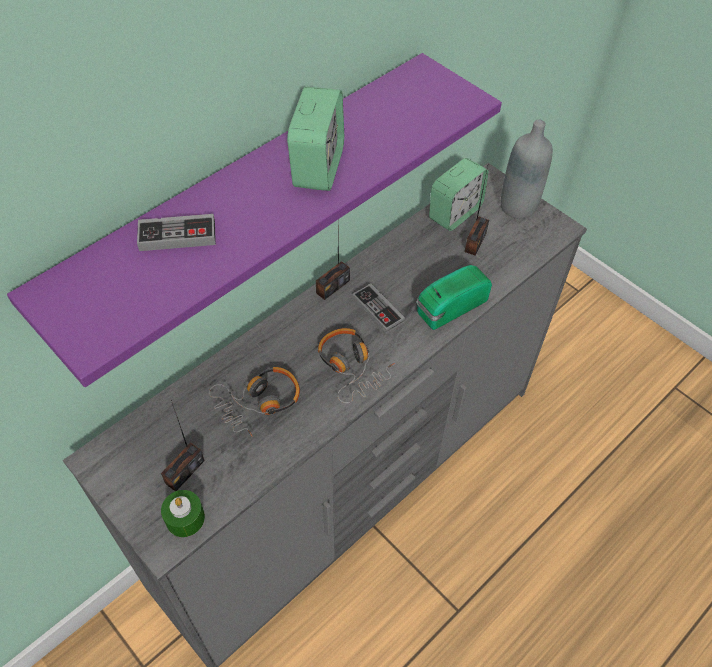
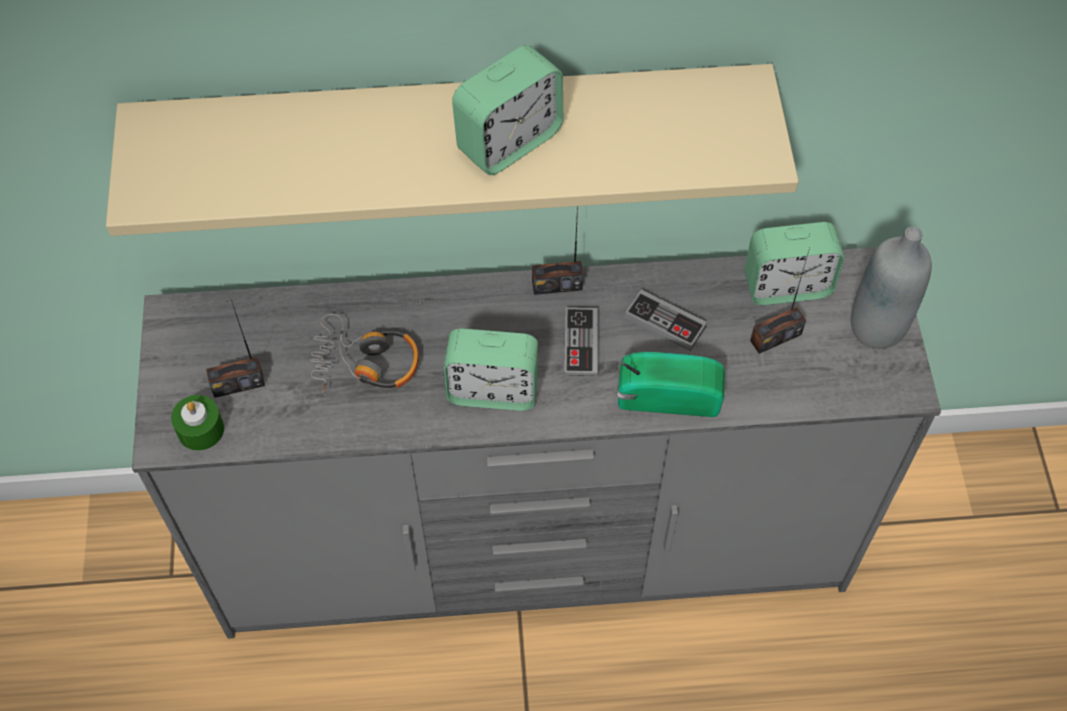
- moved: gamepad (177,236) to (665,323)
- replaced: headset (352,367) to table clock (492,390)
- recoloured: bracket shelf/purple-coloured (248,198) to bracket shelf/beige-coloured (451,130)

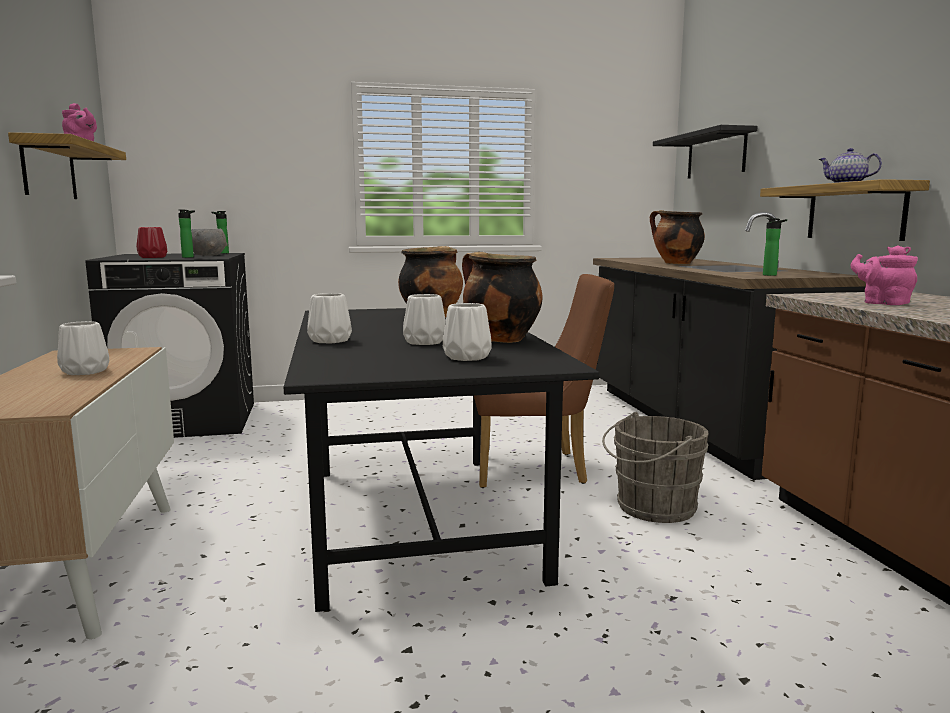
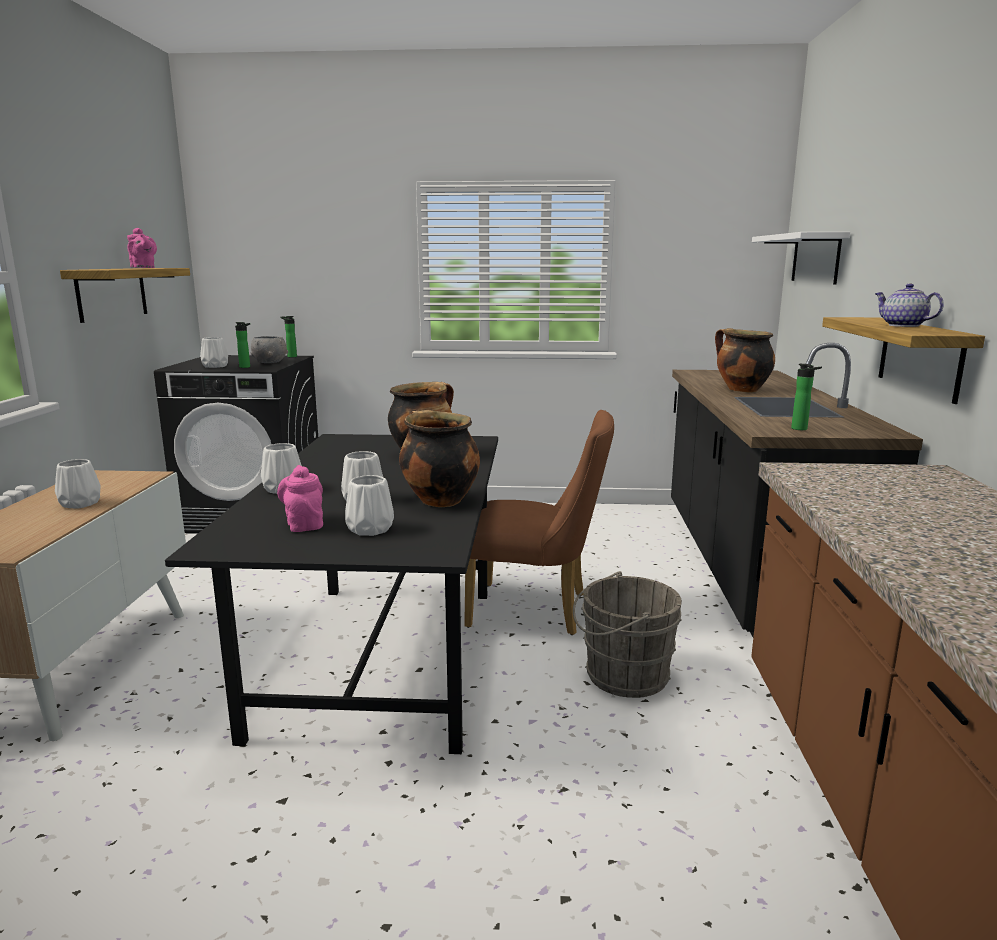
- moved: pot for tea/pink (882,303) to (304,524)
- recoloured: vase/reddish (153,257) to vase/white (216,366)
- recoloured: bracket shelf/black (716,155) to bracket shelf/white (815,258)

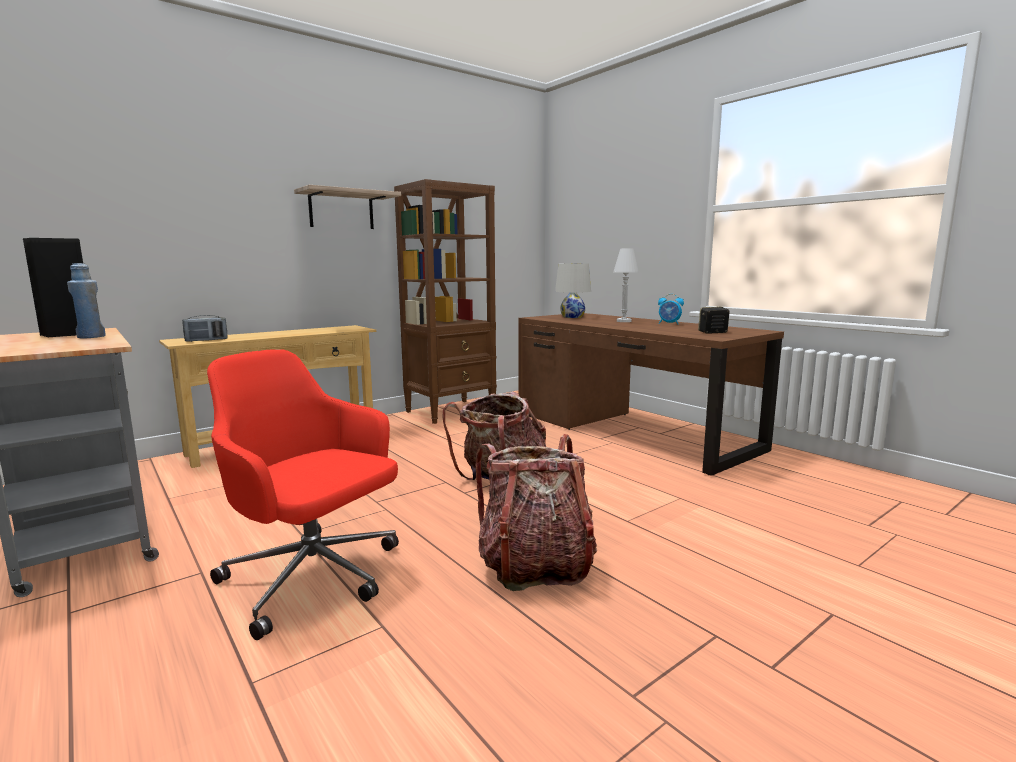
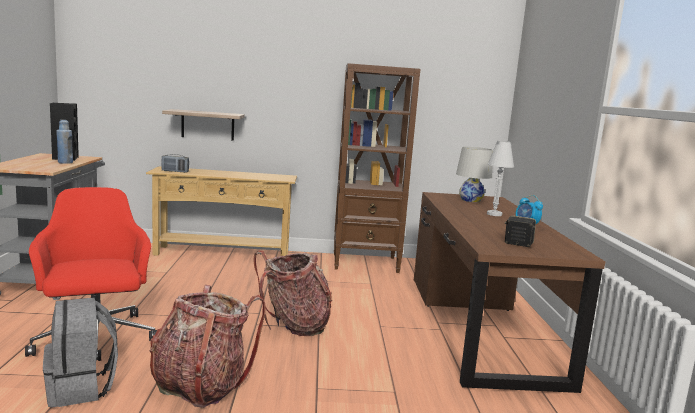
- added: backpack/greyish (81,388)
- moved: bracket shelf (341,210) to (208,125)

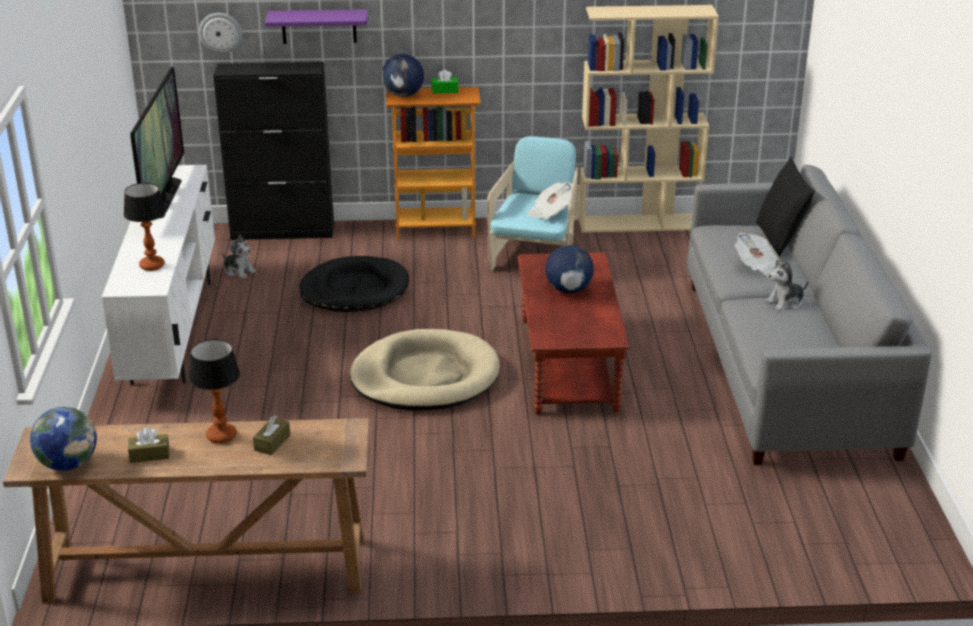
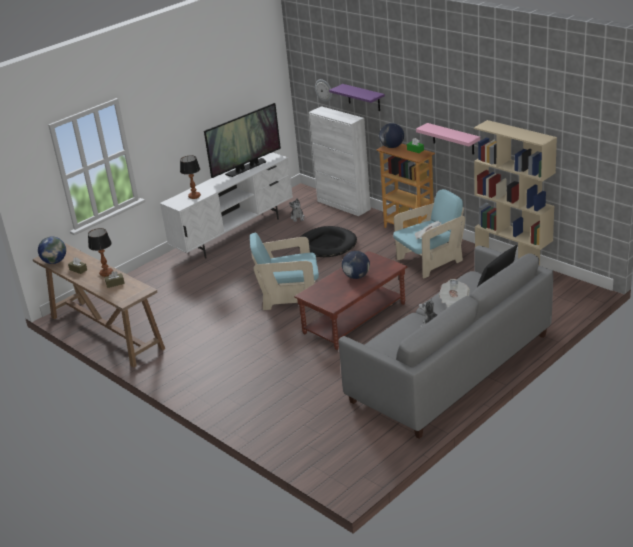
- added: bracket shelf/pink (453,139)
- replaced: pet bed/beige-coloured (425,377) to easy chair/turquoise (289,296)
- recoloured: cabinet/black (283,231) to cabinet/white (343,205)

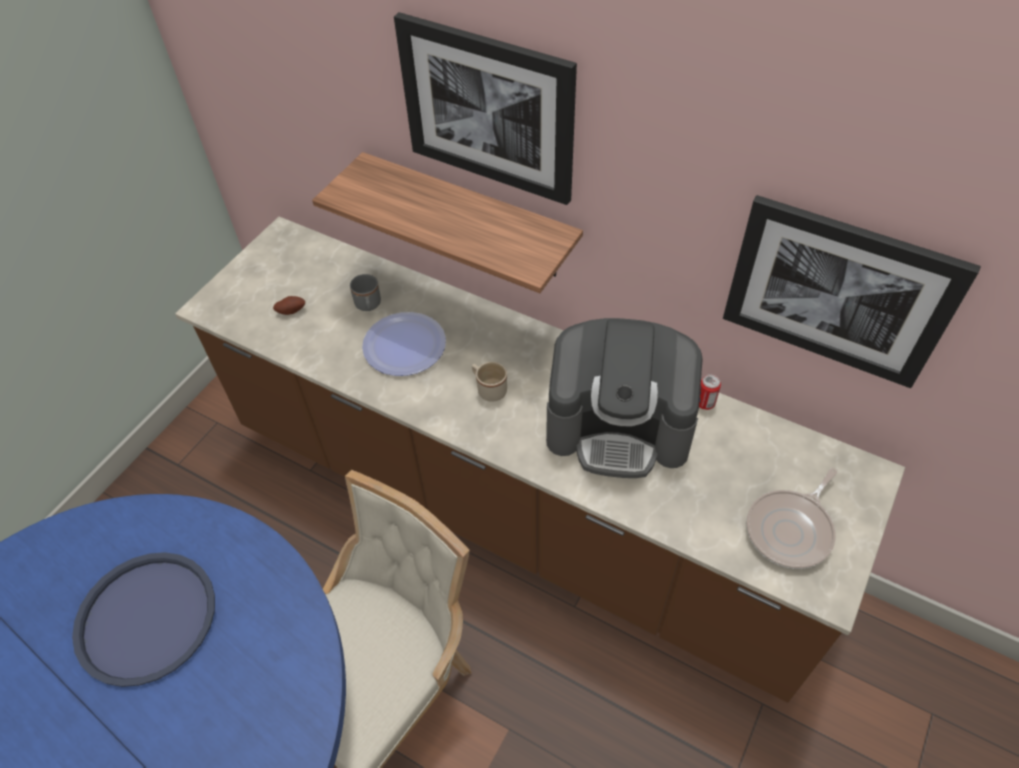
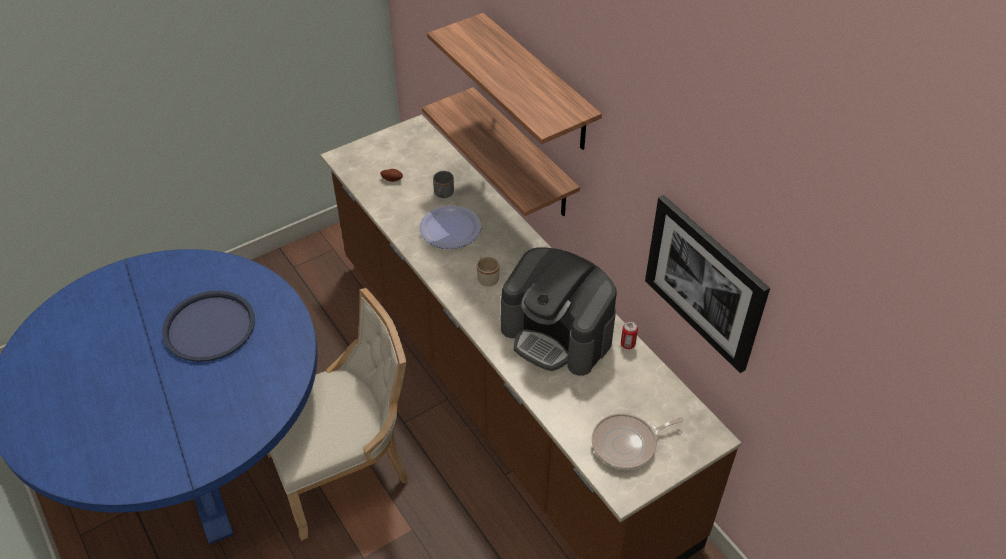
- replaced: wall picture (488,109) to bracket shelf (538,84)

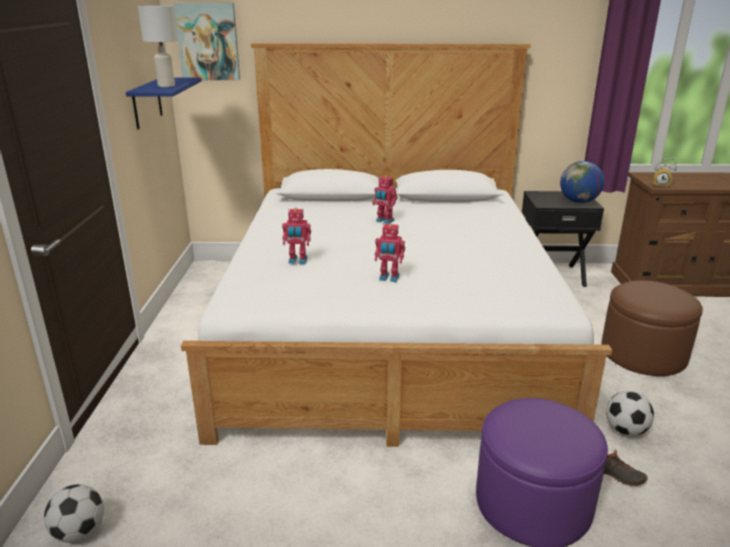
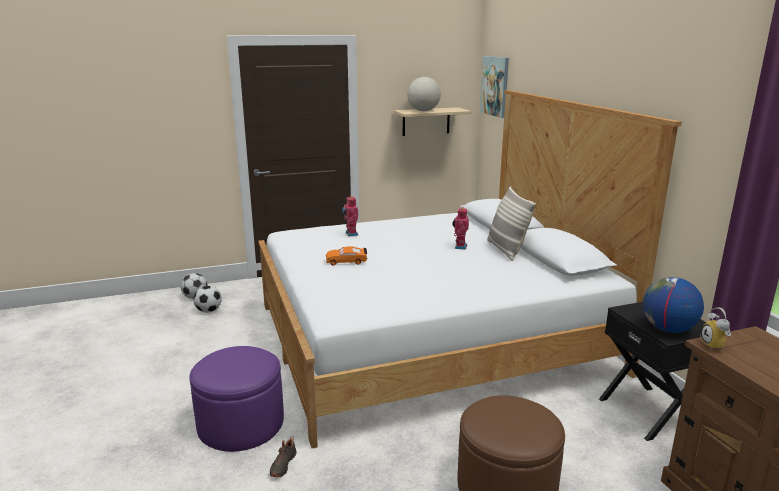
- added: pillow (506,250)
- moved: football (625,430) to (209,311)
- replaced: lamp for a table/white (166,86) to desk globe (423,111)
- replaced: model robot (389,278) to toy car/orangey (346,261)
- recoloured: bracket shelf/blue-coloured (147,103) to bracket shelf/beige-coloured (426,121)

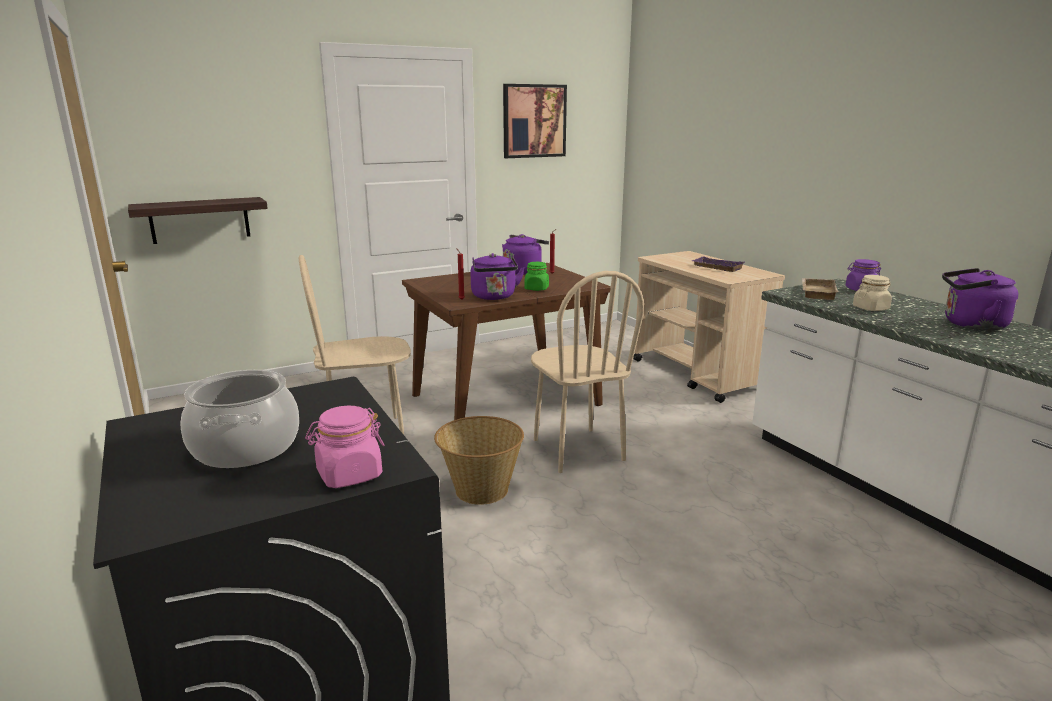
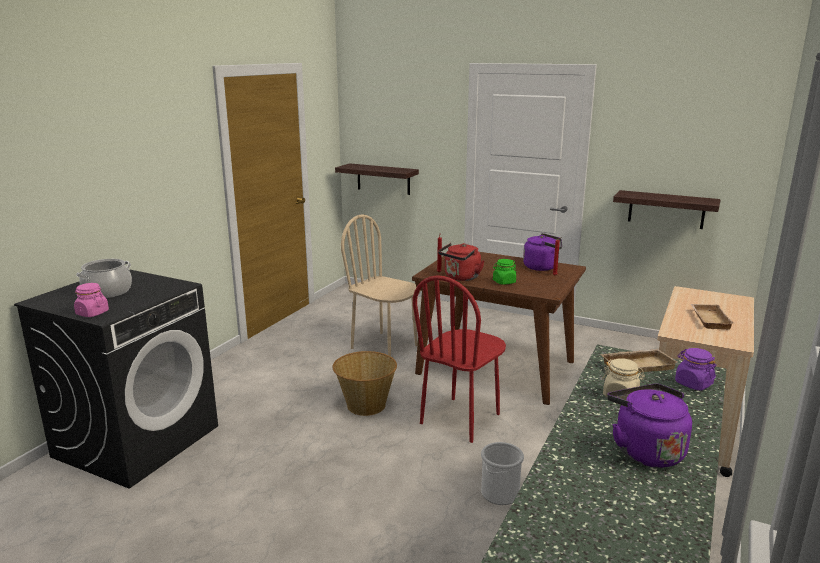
- removed: wall picture (534,121)
- added: water bucket (500,494)
- added: bracket shelf (666,209)
- recoloured: tea kettle/purple-coloured (494,297) to tea kettle/reddish (461,278)
- recoloured: plain chair/beige-coloured (577,450) to plain chair/reddish (460,419)
- recoloured: carrying tray/purple-coloured (716,267) to carrying tray/beige-coloured (708,319)

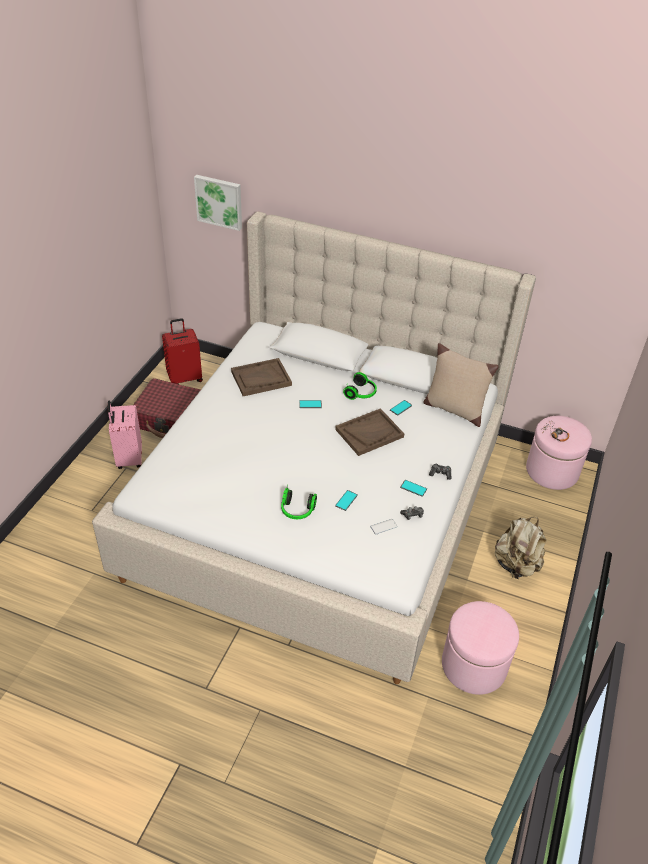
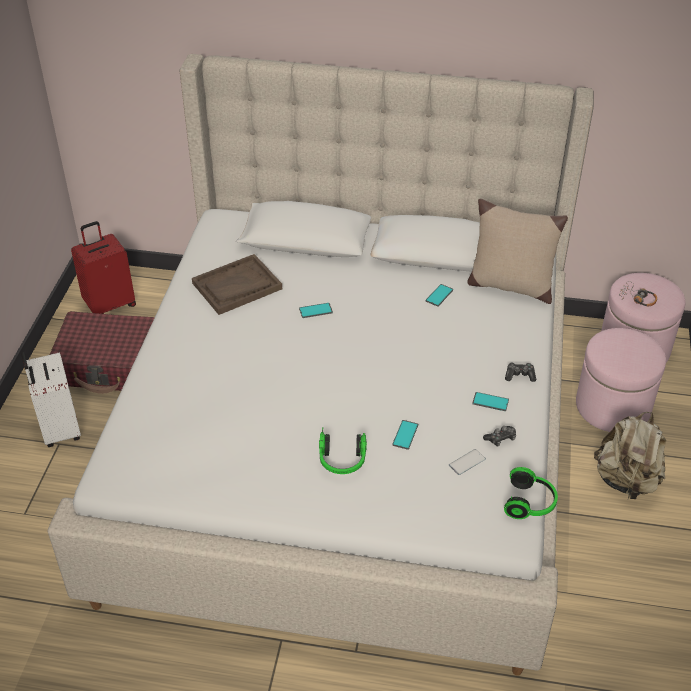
- removed: wall picture (219,201)
- removed: carrying tray/brown-coloured (369,433)
- moved: headset (361,393) to (530,503)
- moved: ottoman/pink (474,665) to (612,406)
- recoloured: suitcase/pink (128,458) to suitcase/white (59,430)

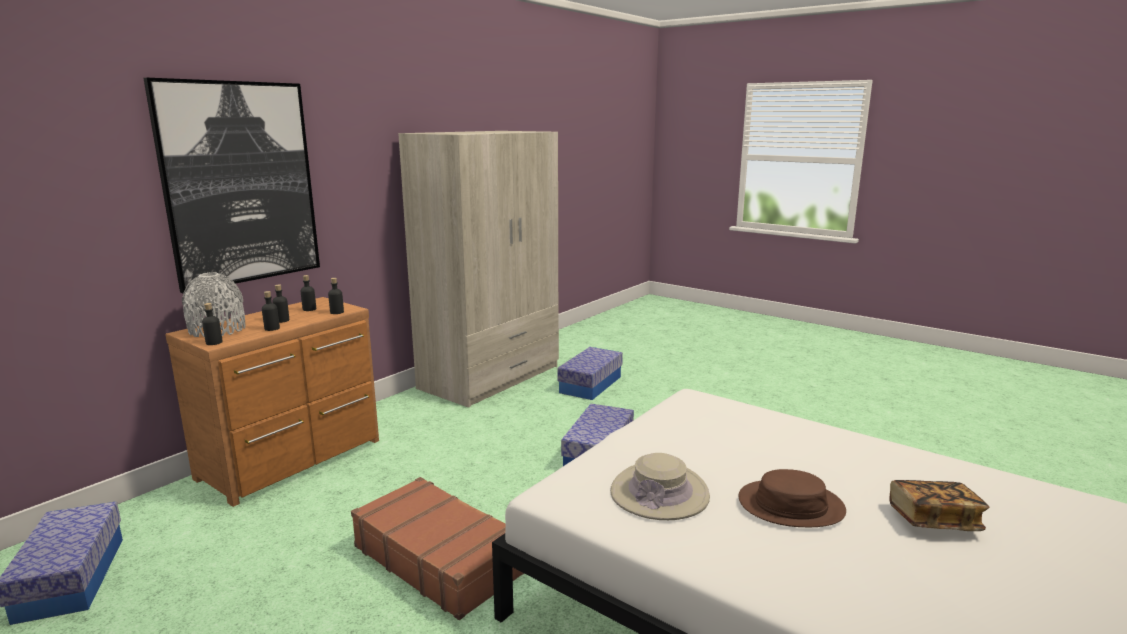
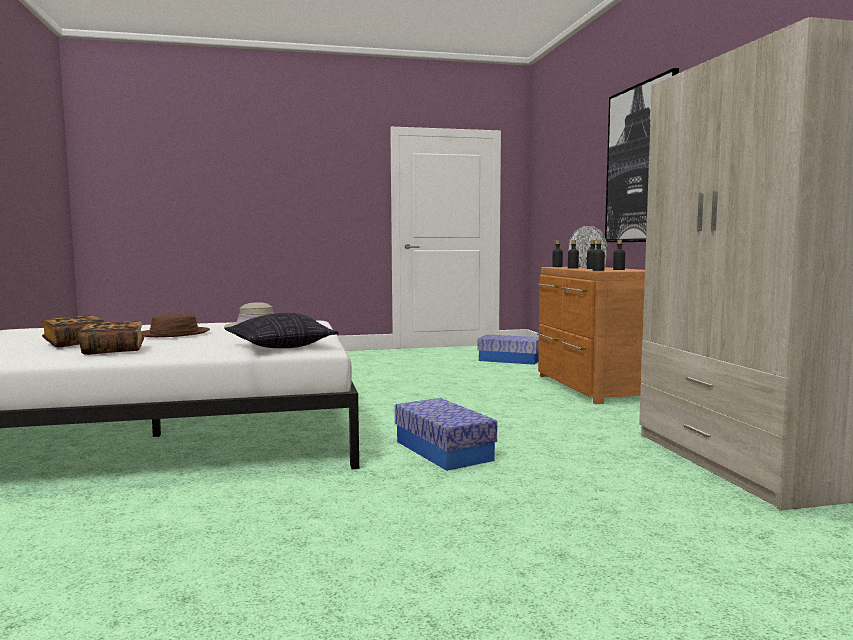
- removed: suitcase/brown-coloured (439,558)
- removed: storage container (590,384)
- added: book (113,351)
- added: pillow (280,347)

